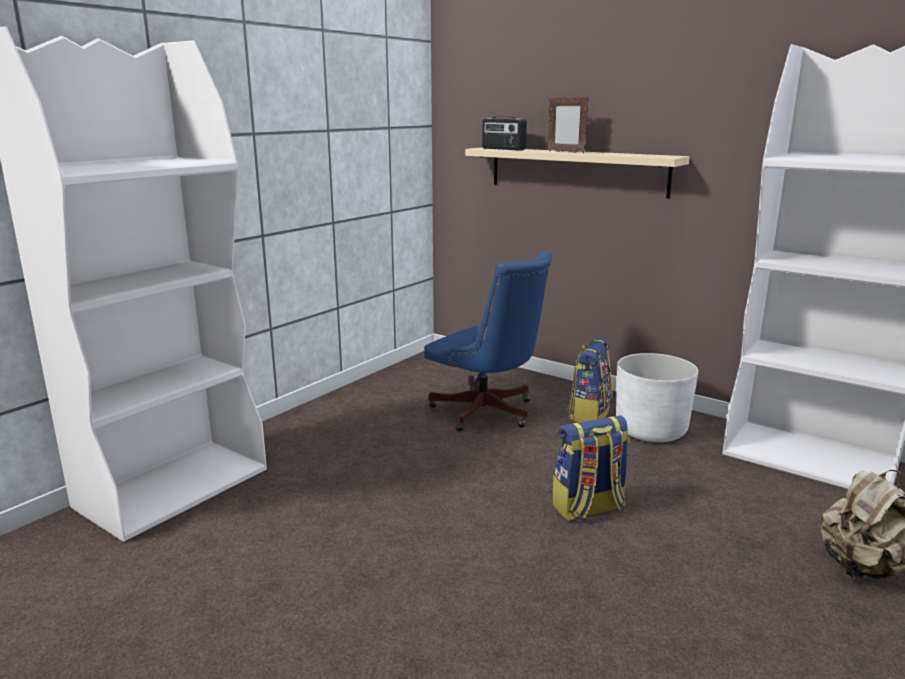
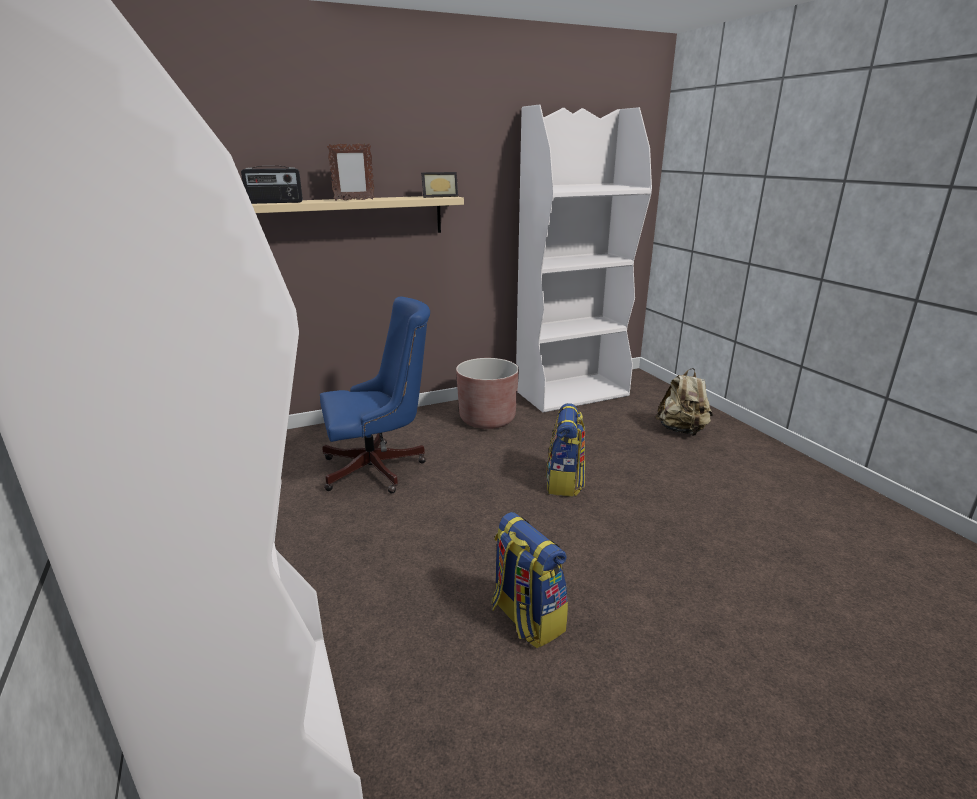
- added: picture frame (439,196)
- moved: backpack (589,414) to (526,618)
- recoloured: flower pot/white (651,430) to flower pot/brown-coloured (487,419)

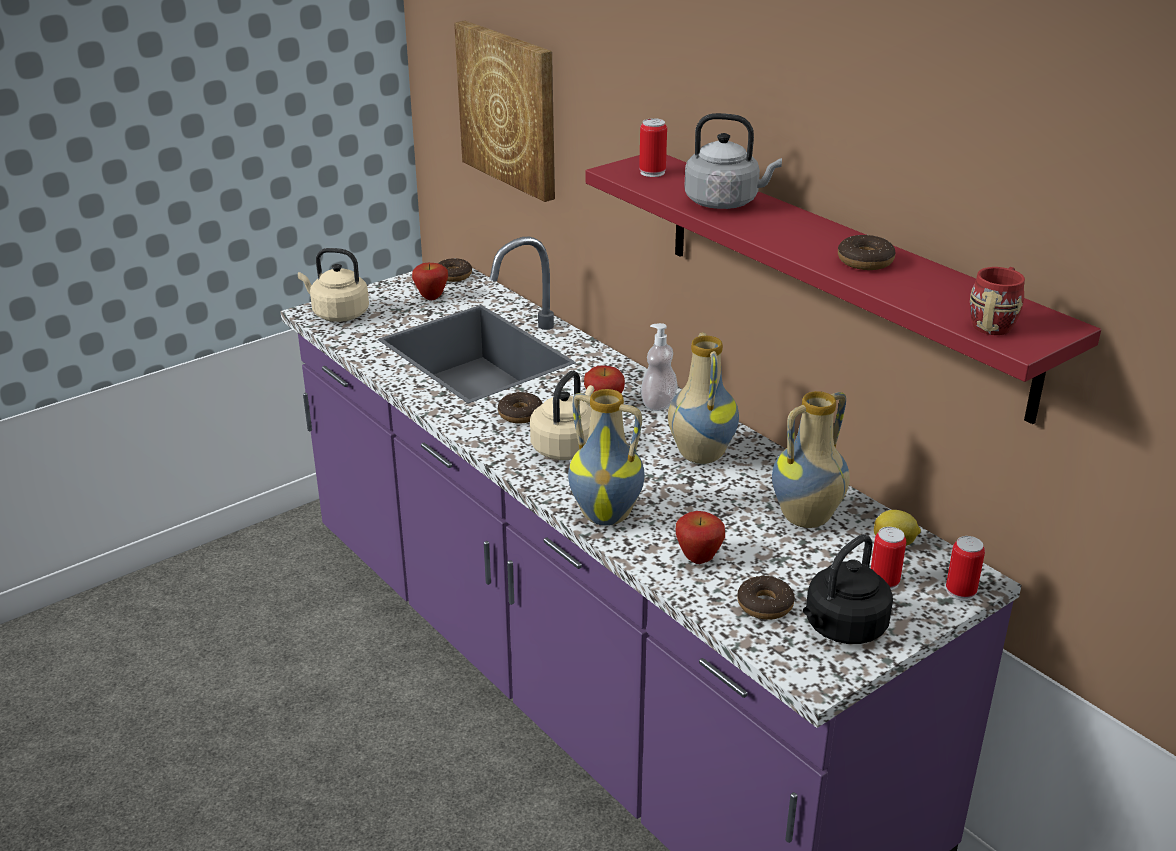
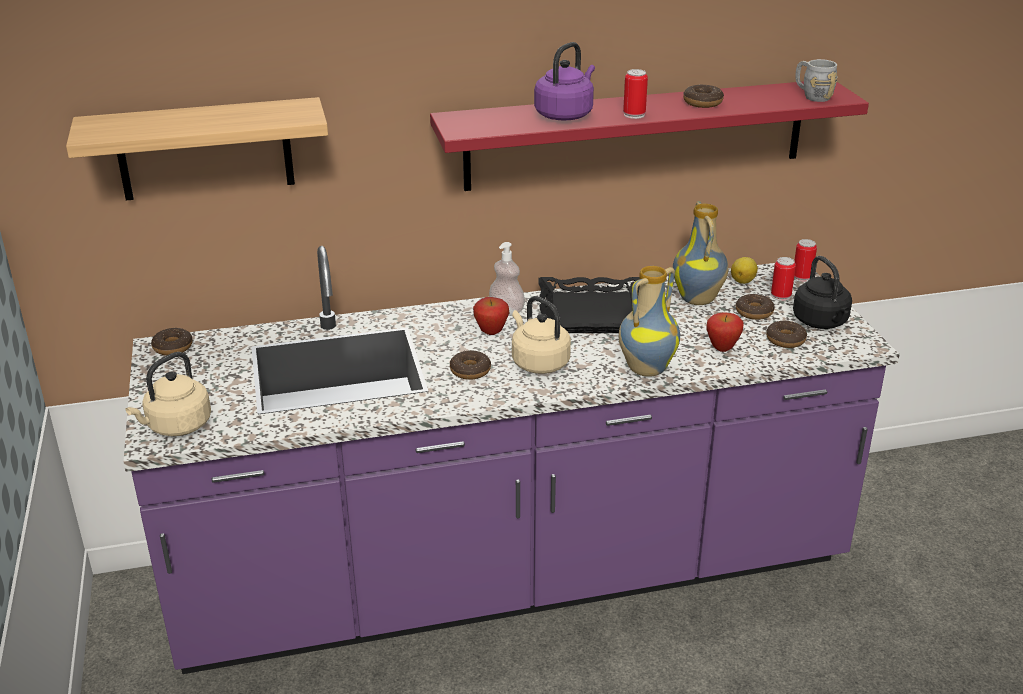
- removed: whole apple (431,298)
- added: ring doughnut (754,312)
- moved: can (652,172) to (634,115)
- replaced: wall picture (509,108) to bracket shelf (205,149)
- replaced: vase (699,455) to carrying tray/black (592,314)
- recoloured: tea kettle/greyish (725,202) to tea kettle/purple-coloured (565,114)
- recoloured: mug/reddish (995,322) to mug/greyish (812,95)

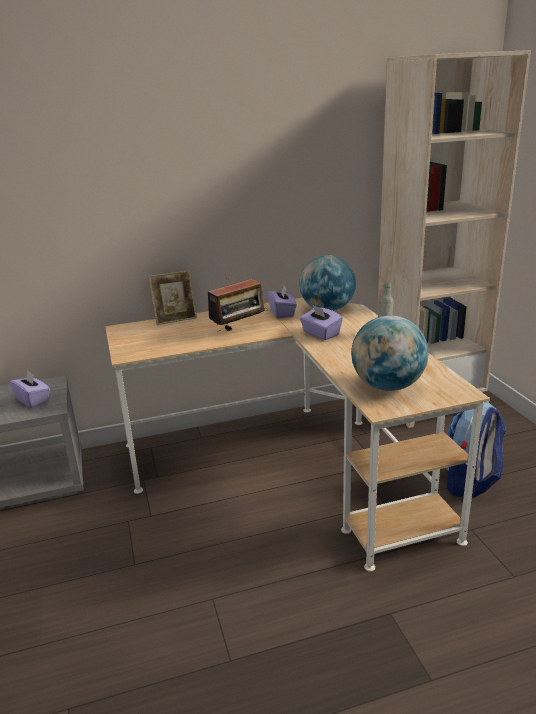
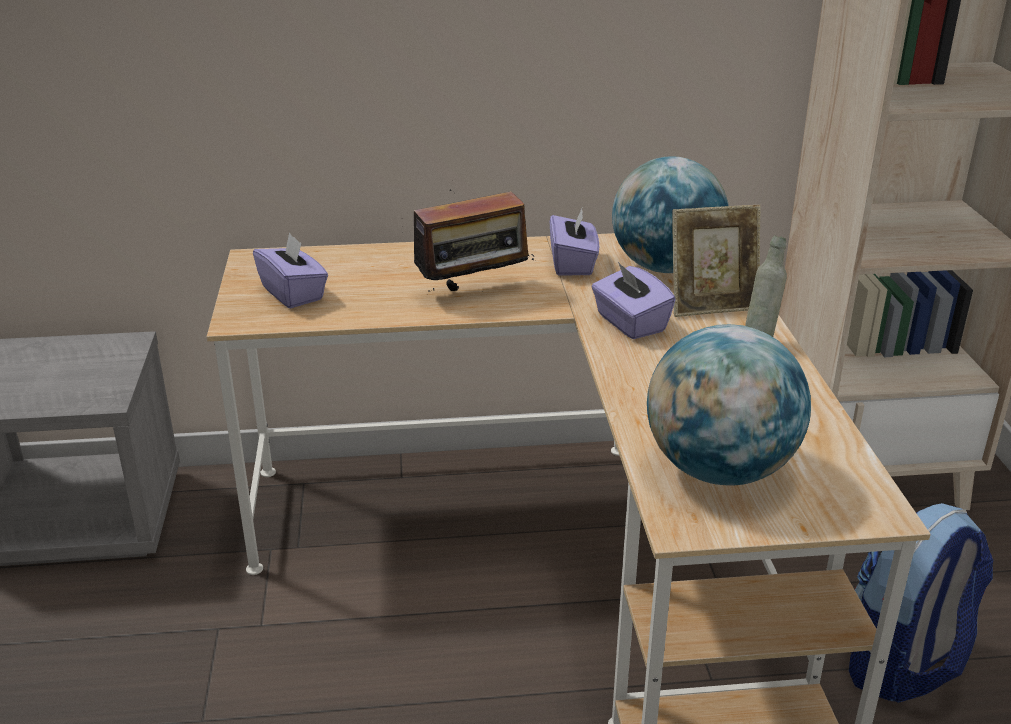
- moved: tissue holder/purple-coloured (33,400) to (293,293)
- moved: picture frame (175,319) to (712,306)

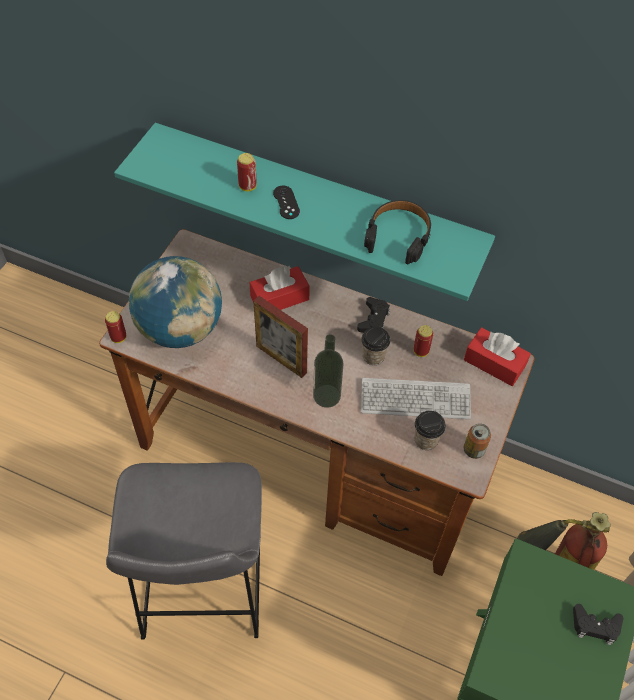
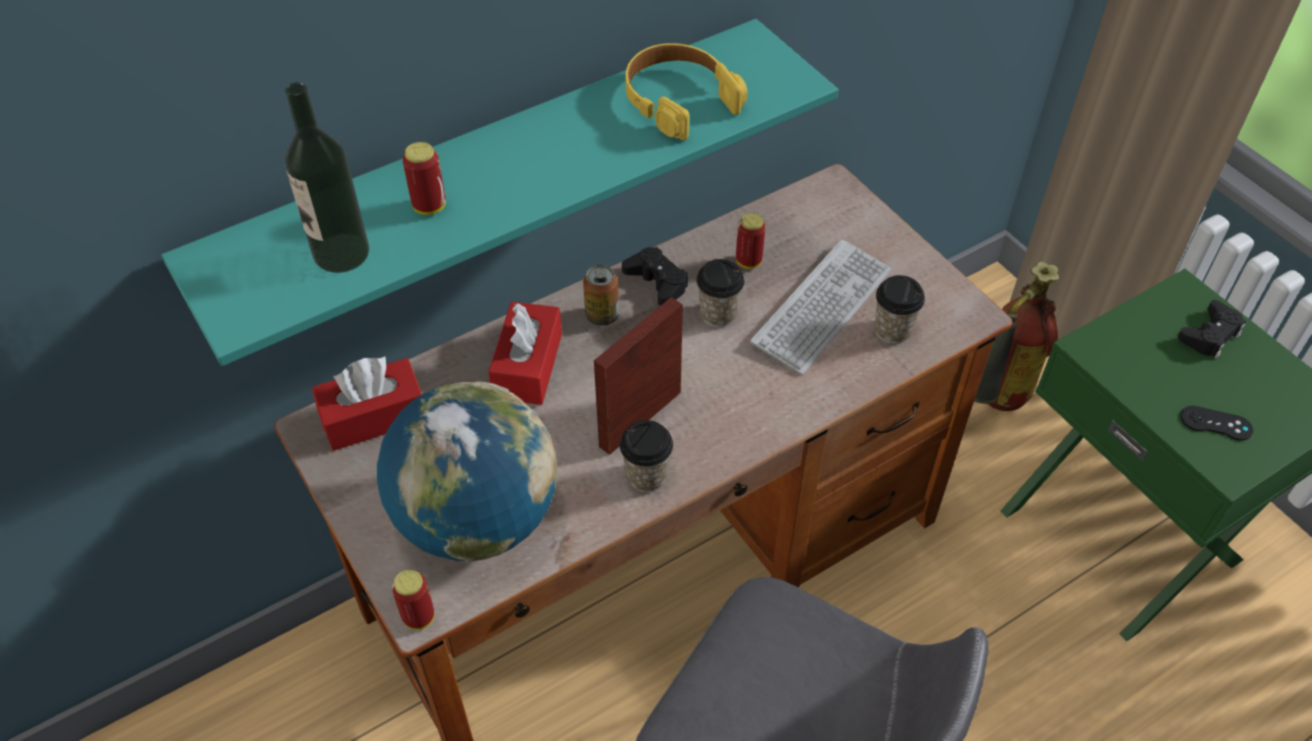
- added: cup (646,476)
- moved: gamepad/black (286,202) to (1216,423)
- moved: beverage bottle (326,396) to (341,253)
- moved: tissue holder/reddish (494,363) to (374,417)
- moved: can (474,450) to (602,315)
- recoloured: headset/black (398,236) to headset/yellow-coloured (679,100)
- turned: picture frame (281,359) = (640,419) 150 degrees clockwise

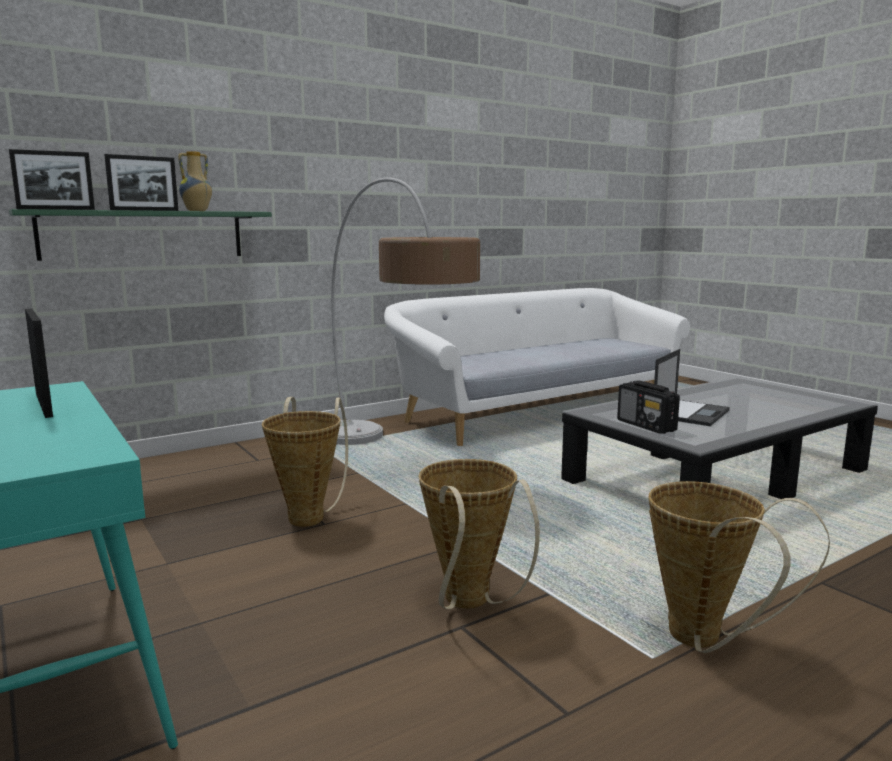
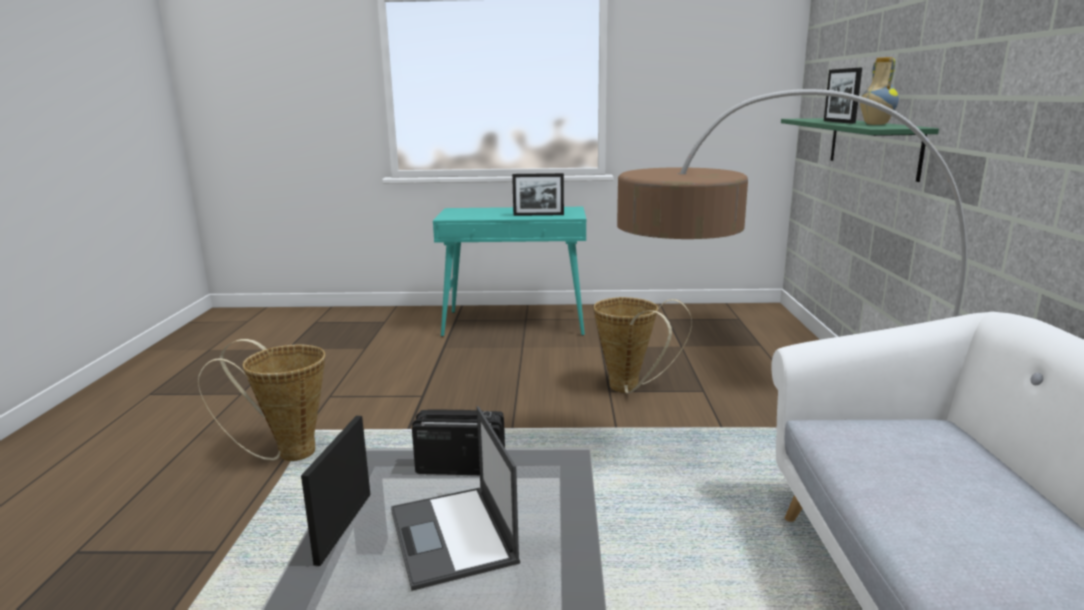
- removed: household basket (469,604)
- moved: picture frame (56,209) to (344,527)

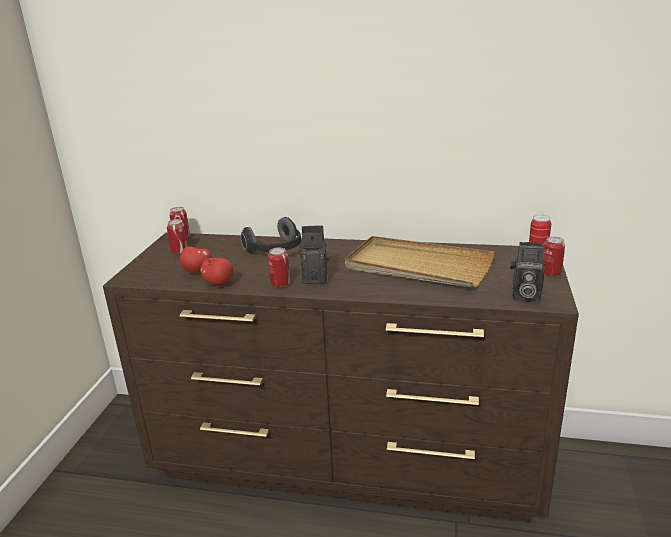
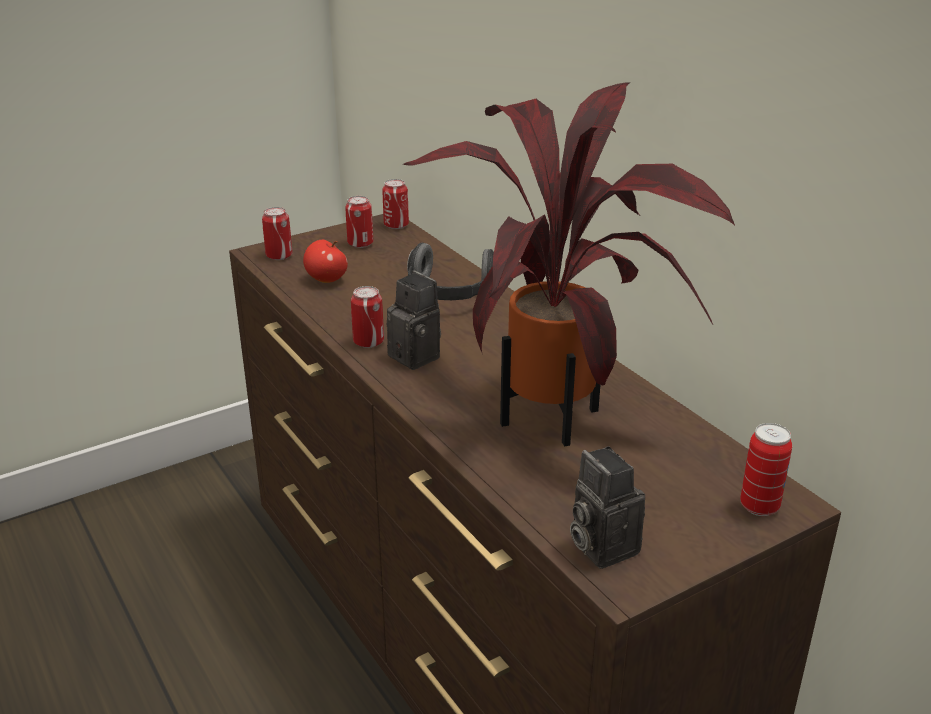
- removed: whole apple (219,283)
- moved: can (550,273) to (279,256)
- replaced: carrying tray/beige-coloured (417,267) to plant in a pot (559,413)

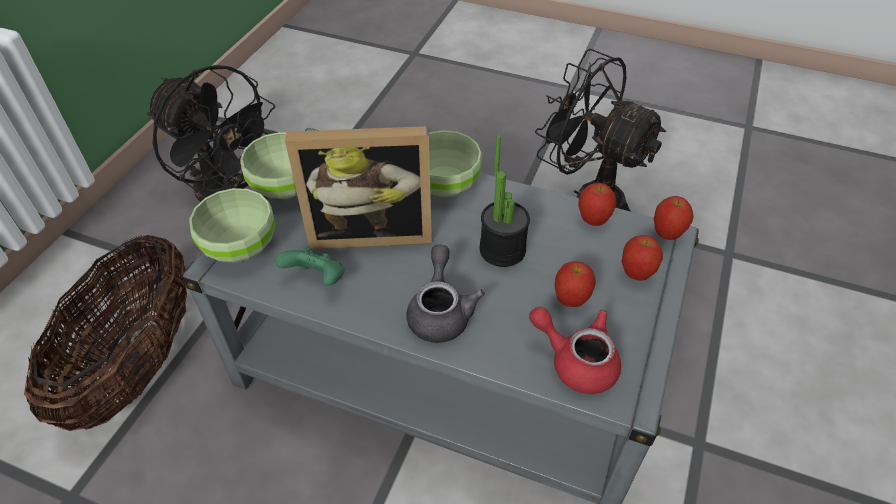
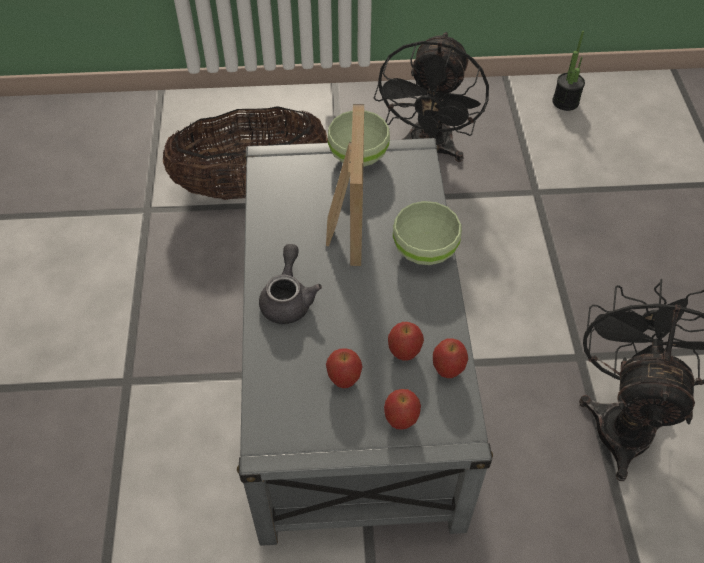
- removed: bowl/greenish (239,247)
- removed: gamepad/greenish (317,279)
- removed: pot for tea/reddish (576,361)
- moved: plant in a pot (502,250) to (565,102)
- moved: whole apple (667,234) to (404,353)
- turned: picture frame (371,231) = (344,225) 150 degrees counterclockwise
- turned: pot for tea/greyish (440,311) = (288,298) 60 degrees counterclockwise

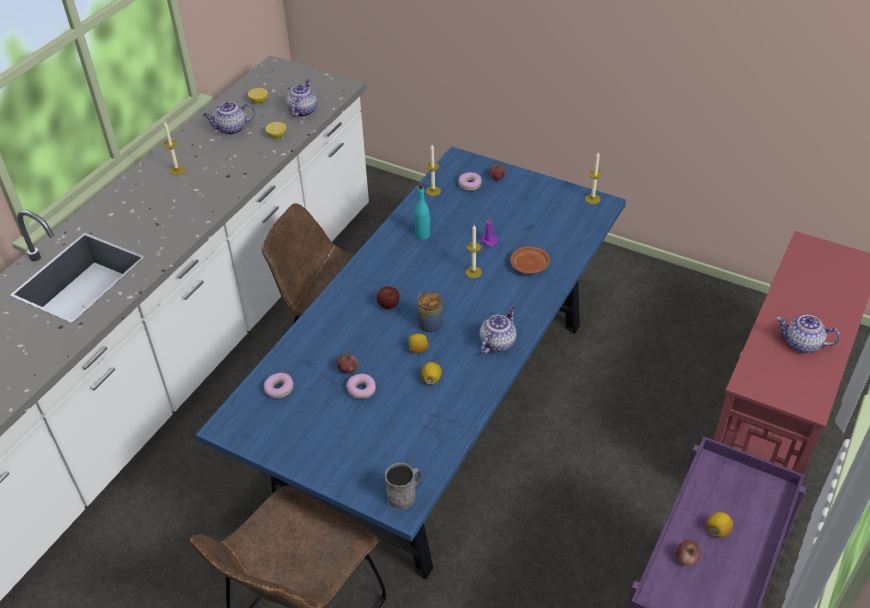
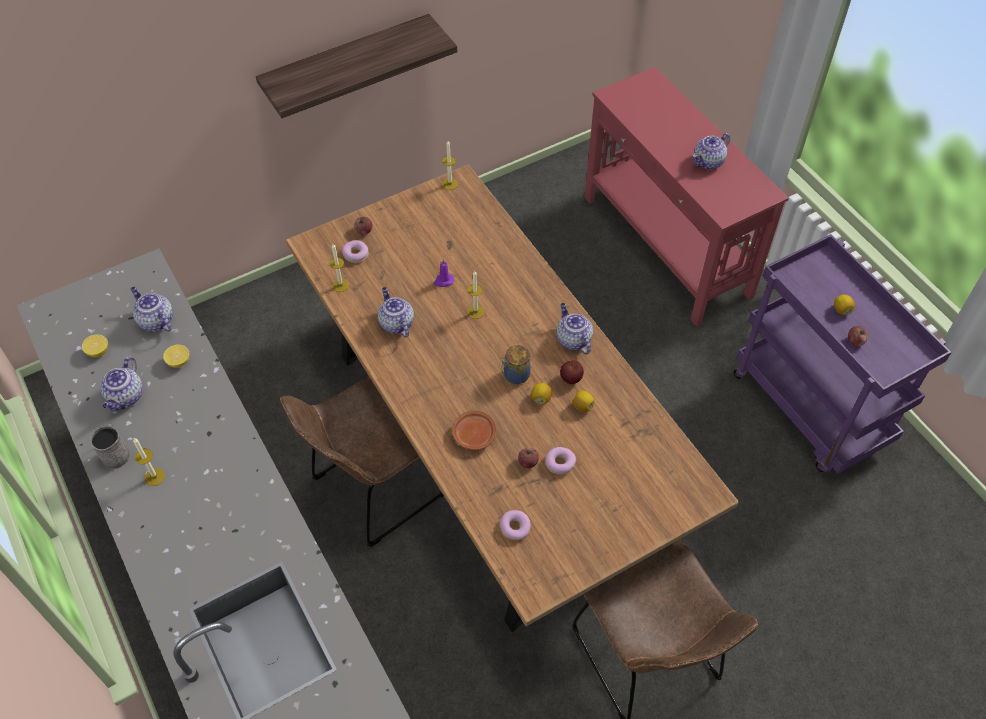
- added: bracket shelf (347,65)
- moved: whole apple (388,305) to (571,378)
- moved: mug/greyish (405,495) to (116,453)
- moved: dinner plate/brown-coloured (529,265) to (474,434)
- replaced: beverage bottle/turquoise (422,235) to pot for tea (396,323)
- recoloured: dining table/blue-coloured (437,409) to dining table/brown-coloured (492,447)

